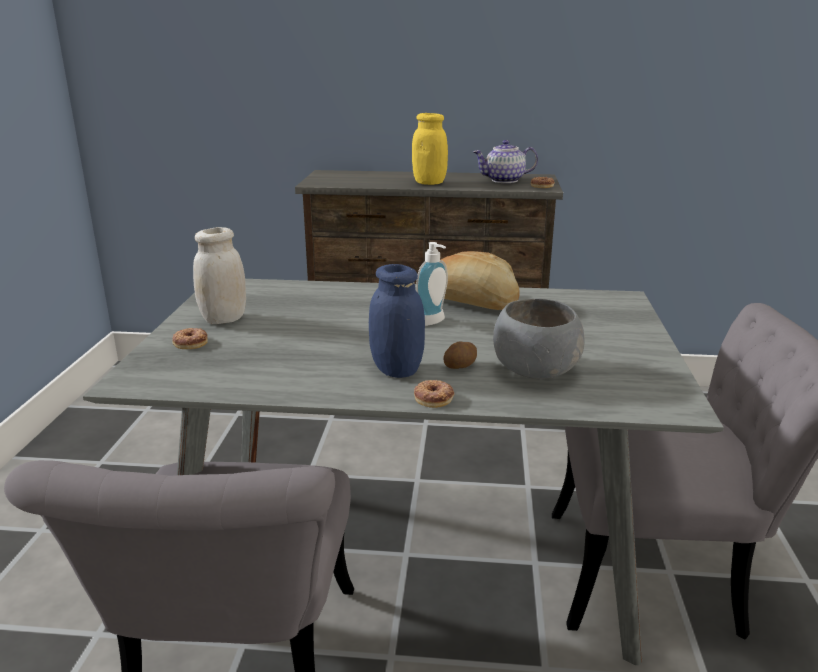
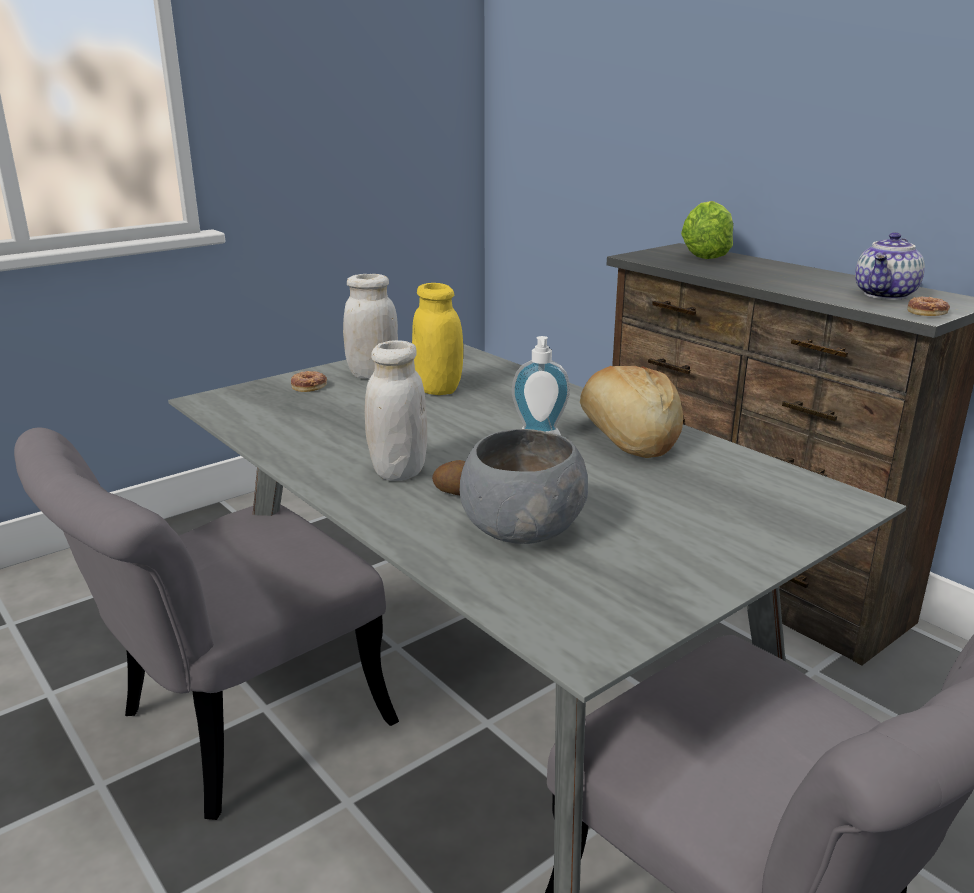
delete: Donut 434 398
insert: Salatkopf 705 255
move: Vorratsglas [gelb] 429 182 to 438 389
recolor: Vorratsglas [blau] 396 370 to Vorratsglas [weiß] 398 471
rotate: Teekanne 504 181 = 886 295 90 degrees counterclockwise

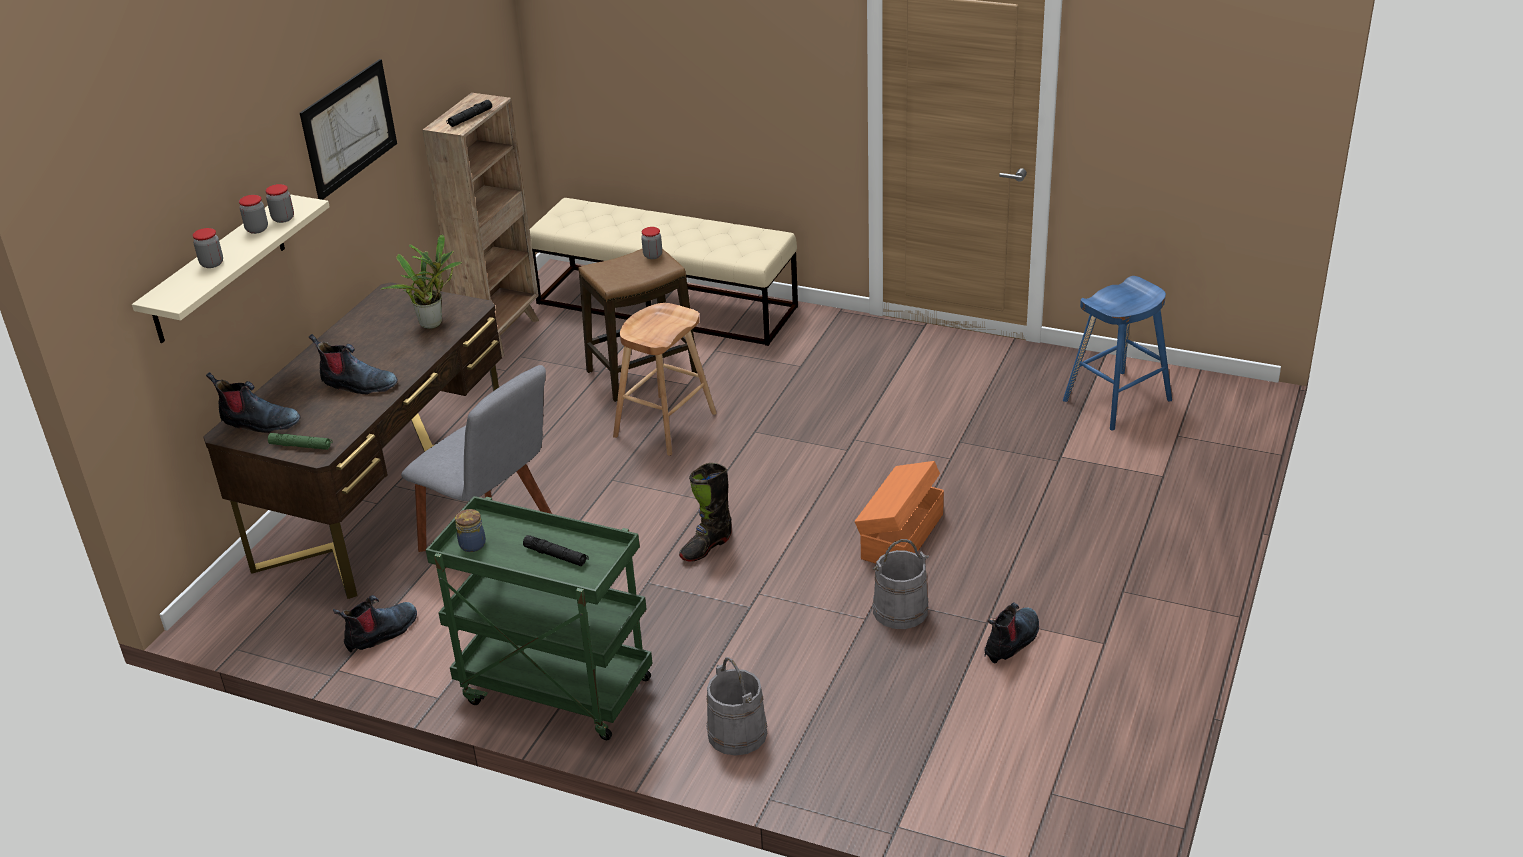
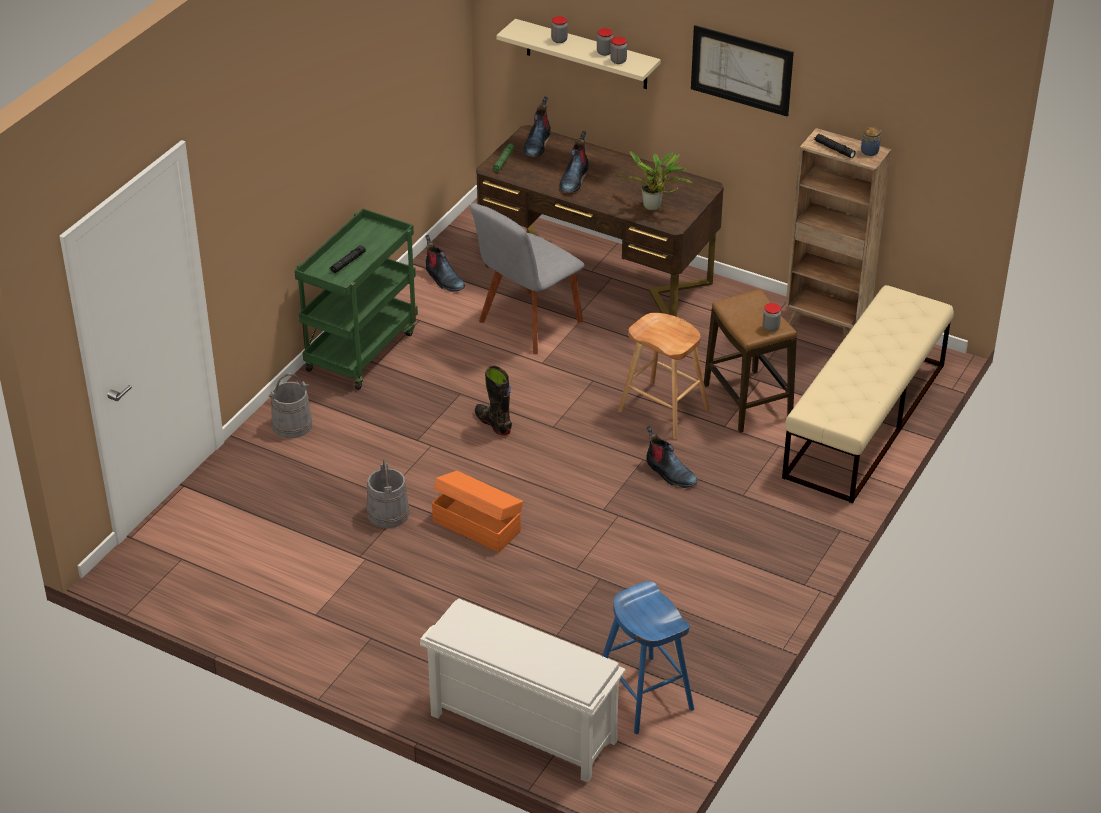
insert: Schuhregal [weiß] 521 728
move: Vorratsglas 472 544 to 870 151; Stiefel 1012 641 to 669 473

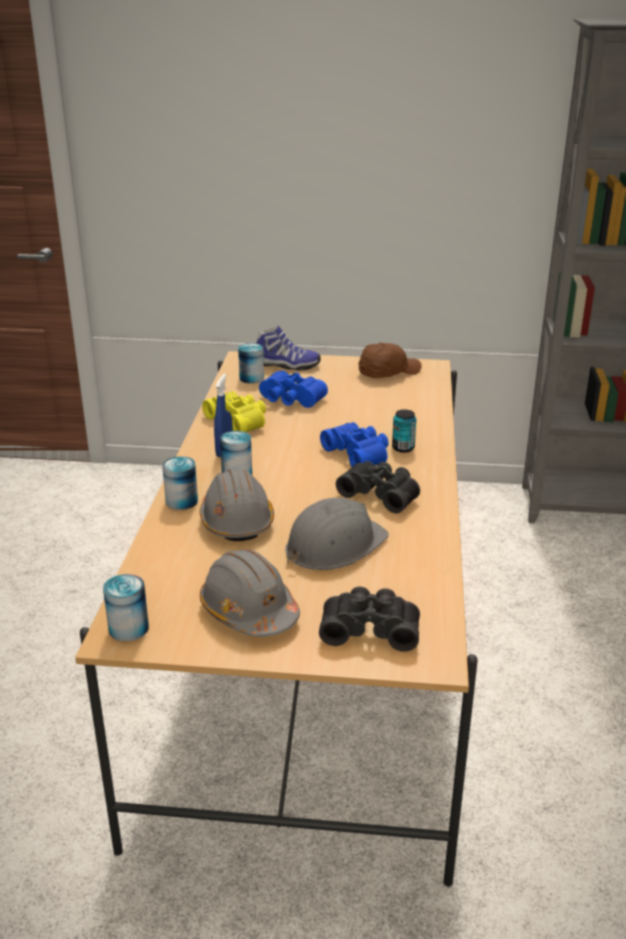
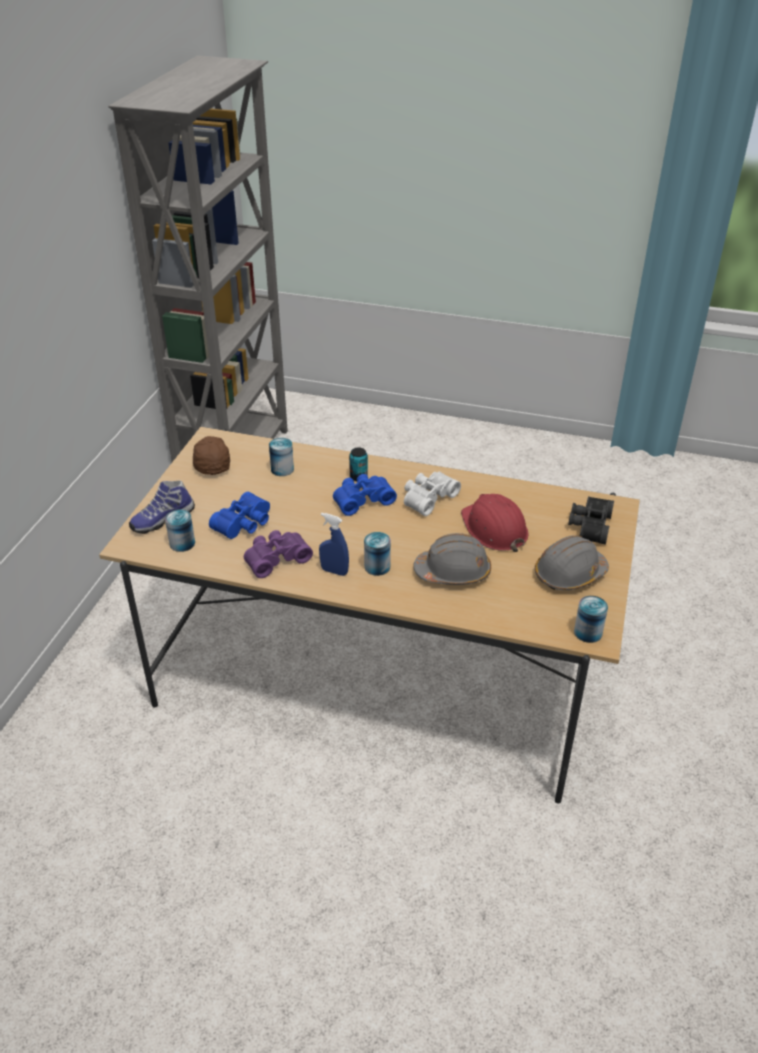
move: Dose 181 501 to 282 469
recolor: Fernglas [gelb] 239 420 to Fernglas [lila] 276 558; Schutzhelm [grau] 334 545 to Schutzhelm [rot] 494 528; Fernglas [schwarz] 381 494 to Fernglas [weiß] 427 498
rotate: Schuh 286 365 = 162 519 150 degrees counterclockwise

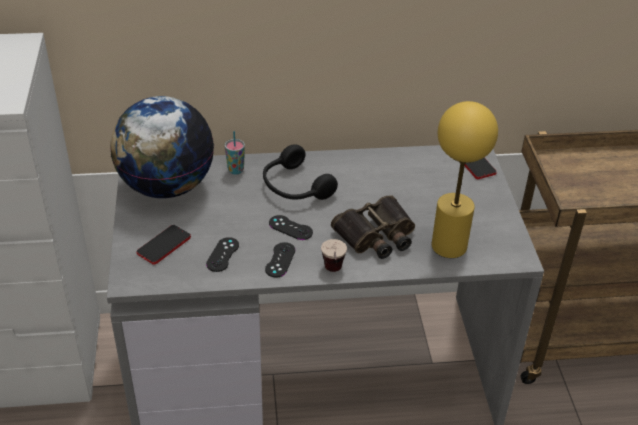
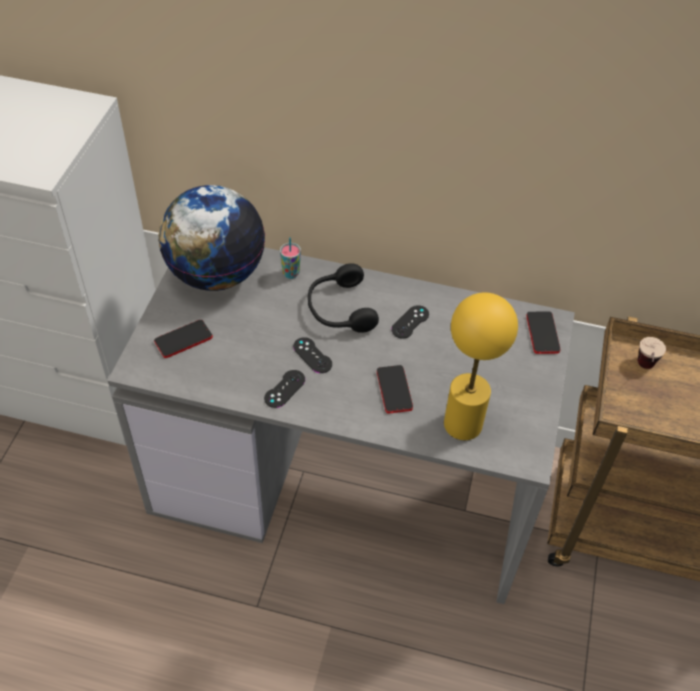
move: Gamepad [schwarz] 222 254 to 410 322; Tasse 333 273 to 644 370
replace: Fernglas 377 235 to Handy 394 390

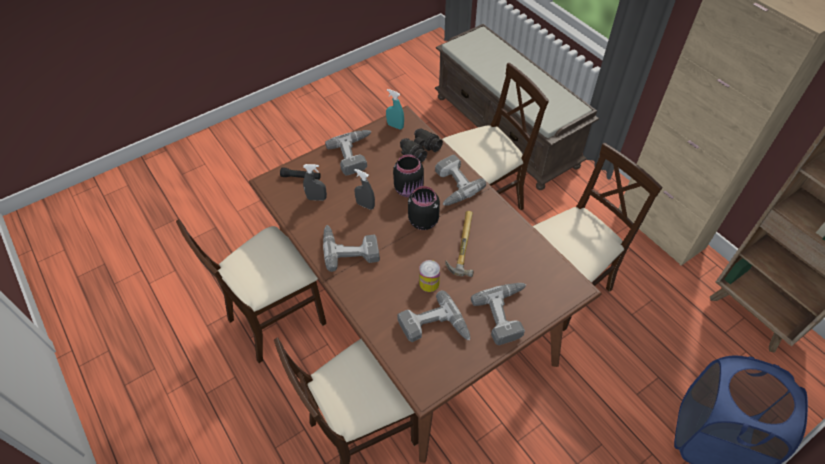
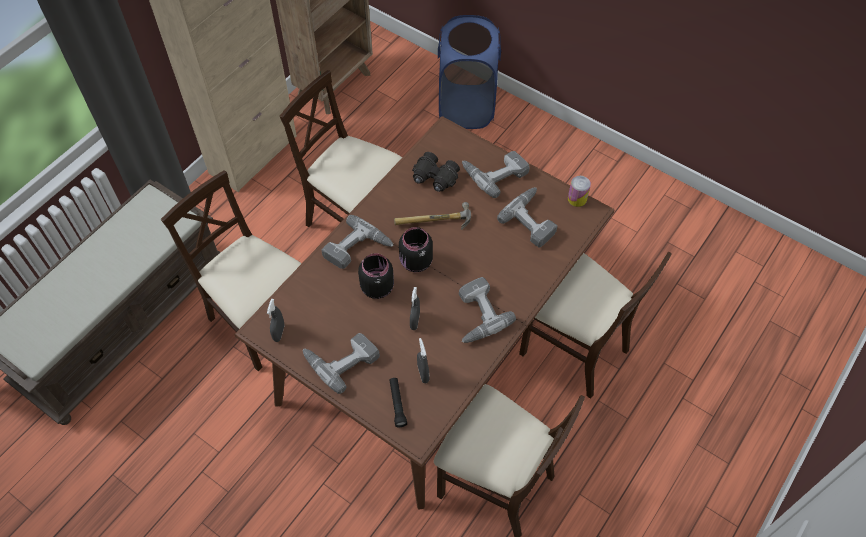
move: Fernglas [schwarz] 419 150 to 434 178; Dose 429 283 to 577 199
recolor: Sprühflasche [türkis] 395 126 to Sprühflasche [grau] 279 333

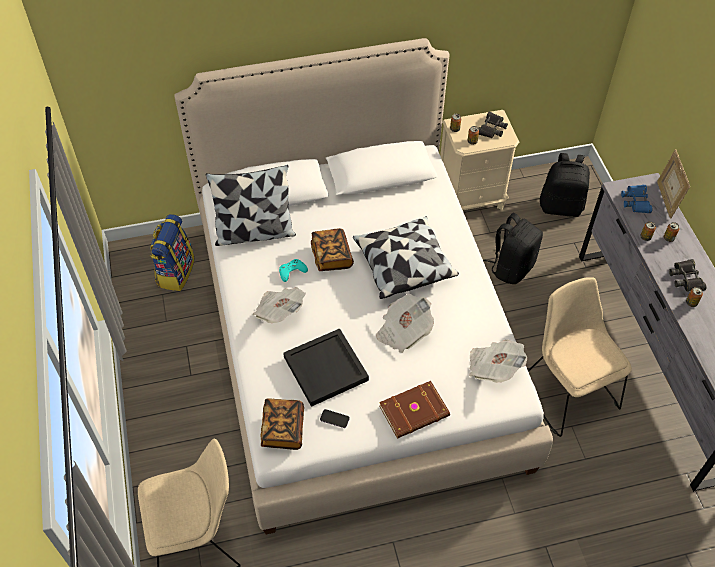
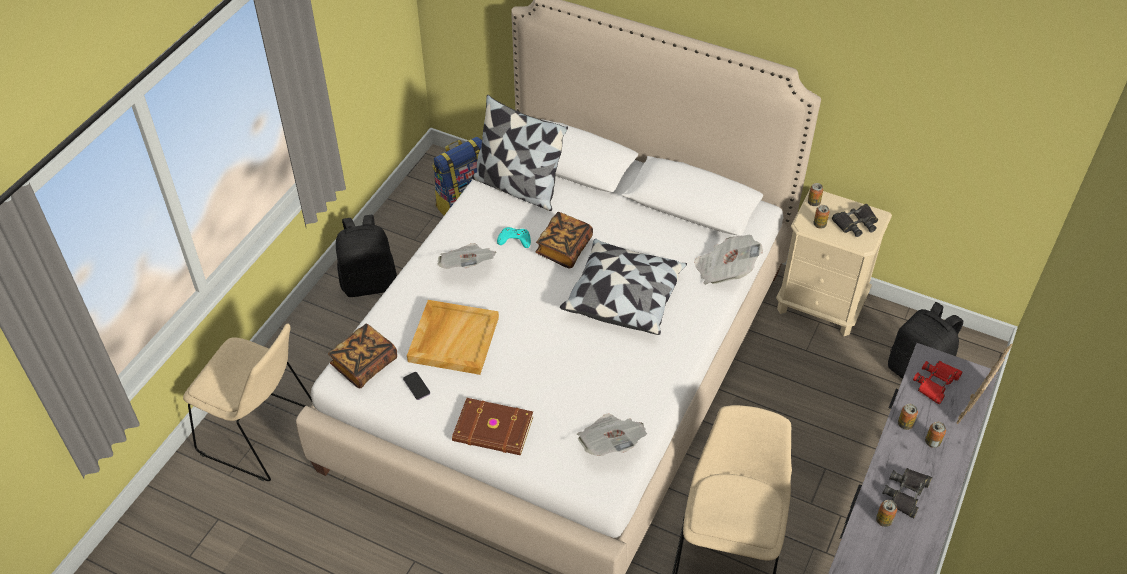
move: Zeitung 403 331 to 725 270; Rucksack [schwarz] 511 267 to 369 283
recolor: Tablett [schwarz] 325 368 to Tablett [beige] 453 339; Fernglas [blau] 636 201 to Fernglas [rot] 935 383

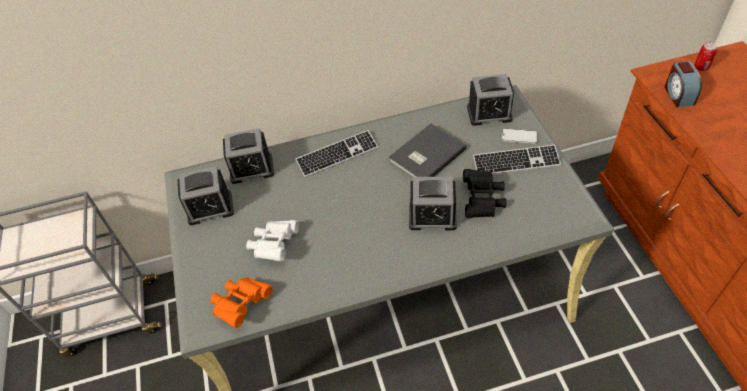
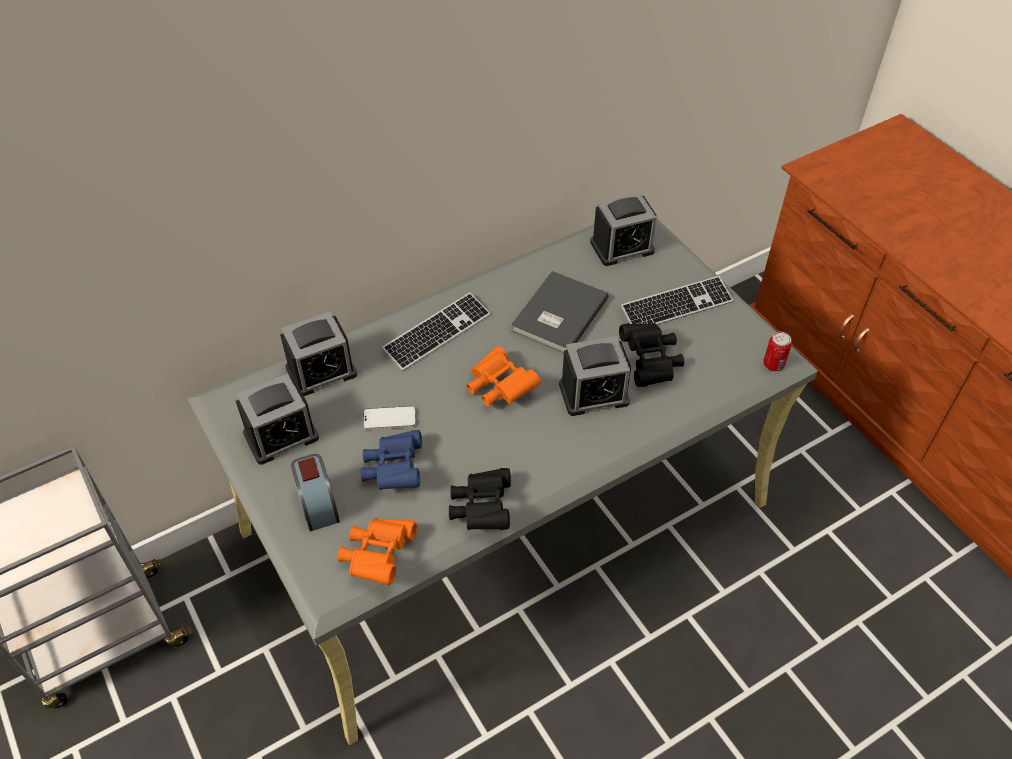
insert: Fernglas [schwarz] 482 508; Fernglas [orange] 499 387
move: Handy 519 137 to 389 419; Wecker 678 95 to 317 504; Dose 701 67 to 773 364
recolor: Fernglas [weiß] 274 245 to Fernglas [blau] 394 469

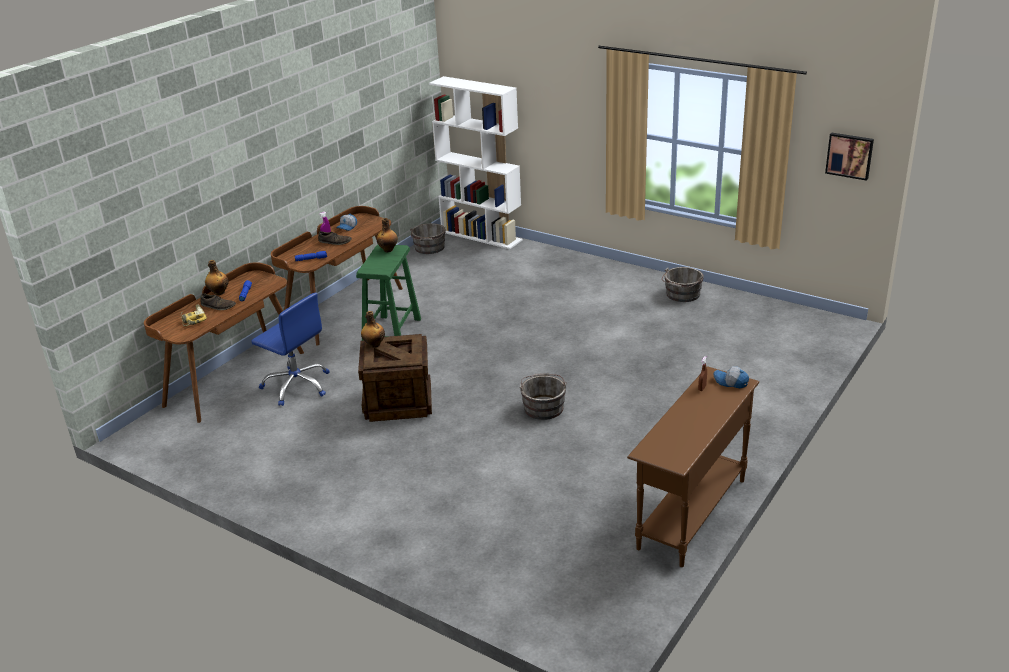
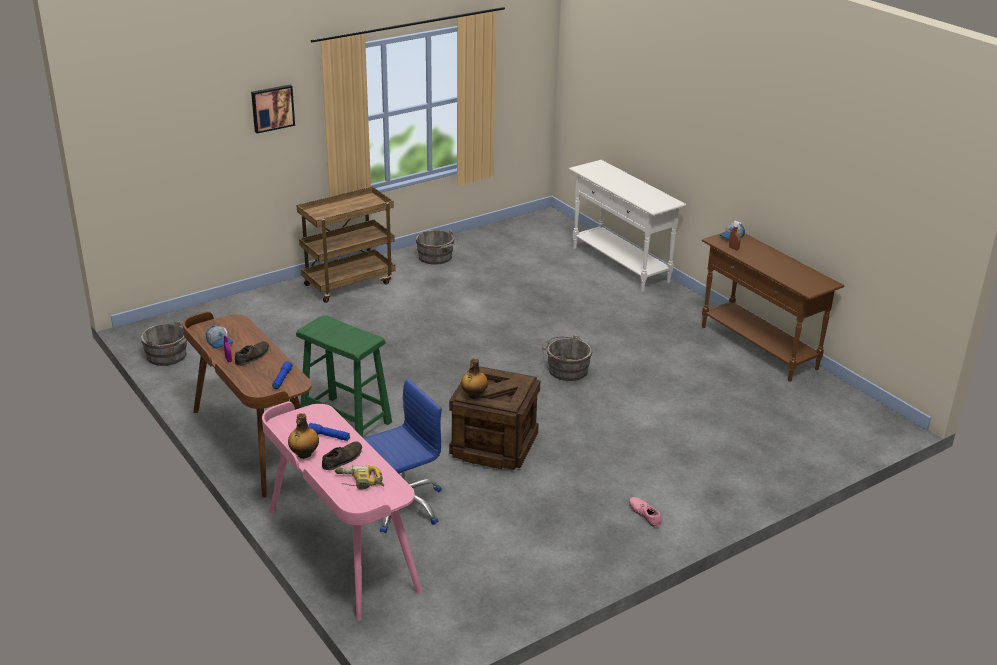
delete: Flasche 388 250; Bücherregal [weiß] 482 236
insert: Rollwagen [braun] 349 283; Konsolentisch [weiß] 620 265; Schuh [rosa] 645 514
move: Bild 849 155 to 272 108
recolor: Schreibtisch [braun] 234 378 to Schreibtisch [rosa] 340 550

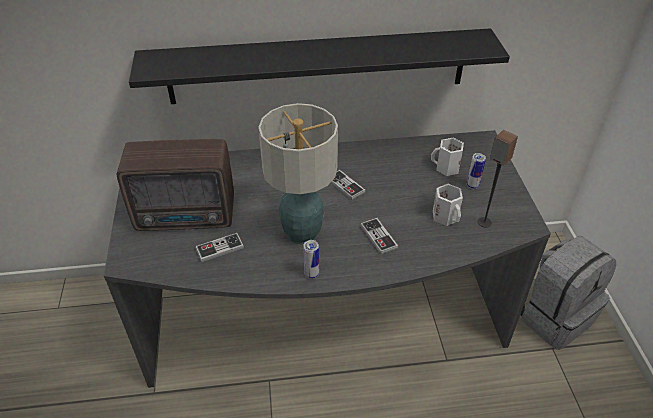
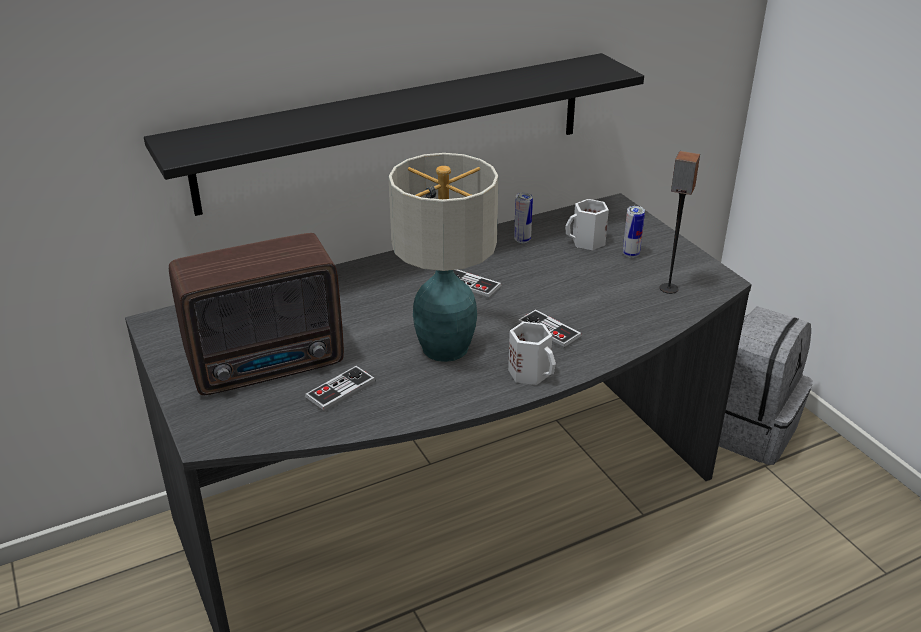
move: Dose 311 274 to 522 240; Henkelbecher [weiß] 446 216 to 531 372

